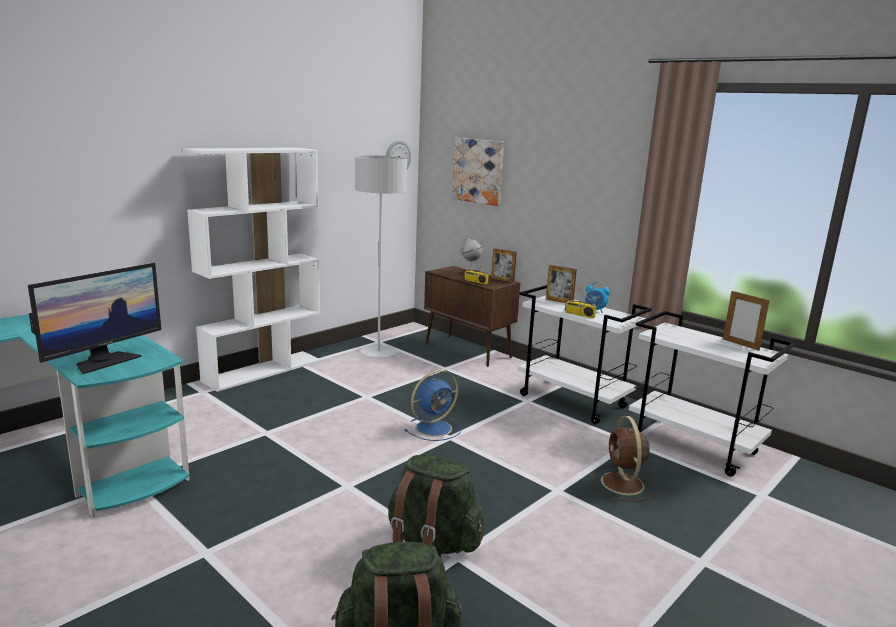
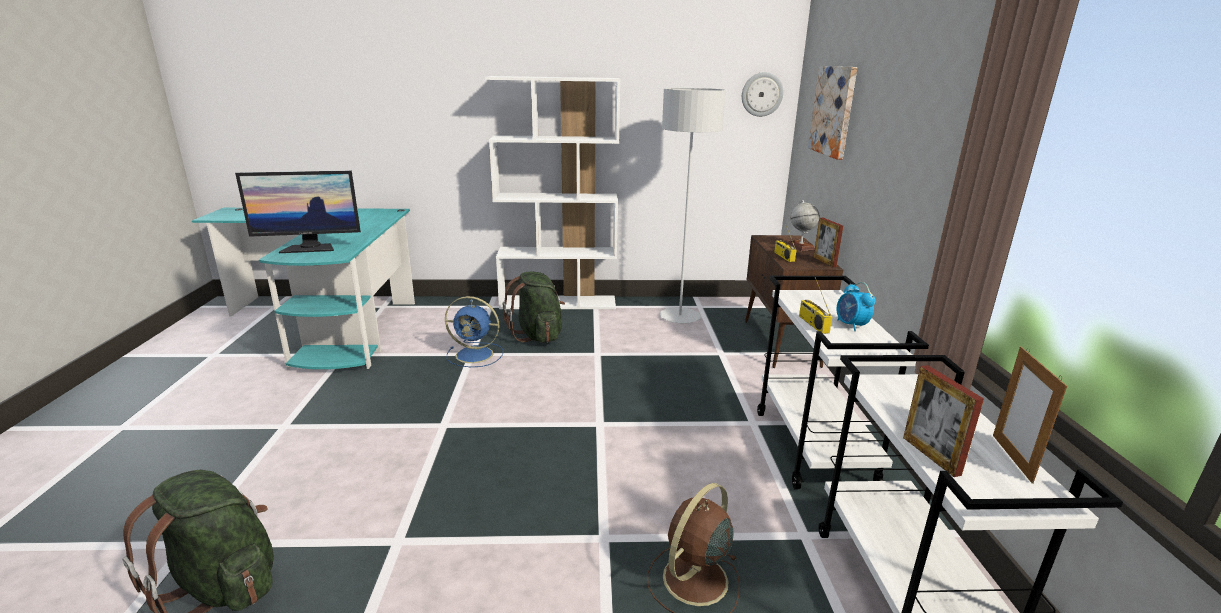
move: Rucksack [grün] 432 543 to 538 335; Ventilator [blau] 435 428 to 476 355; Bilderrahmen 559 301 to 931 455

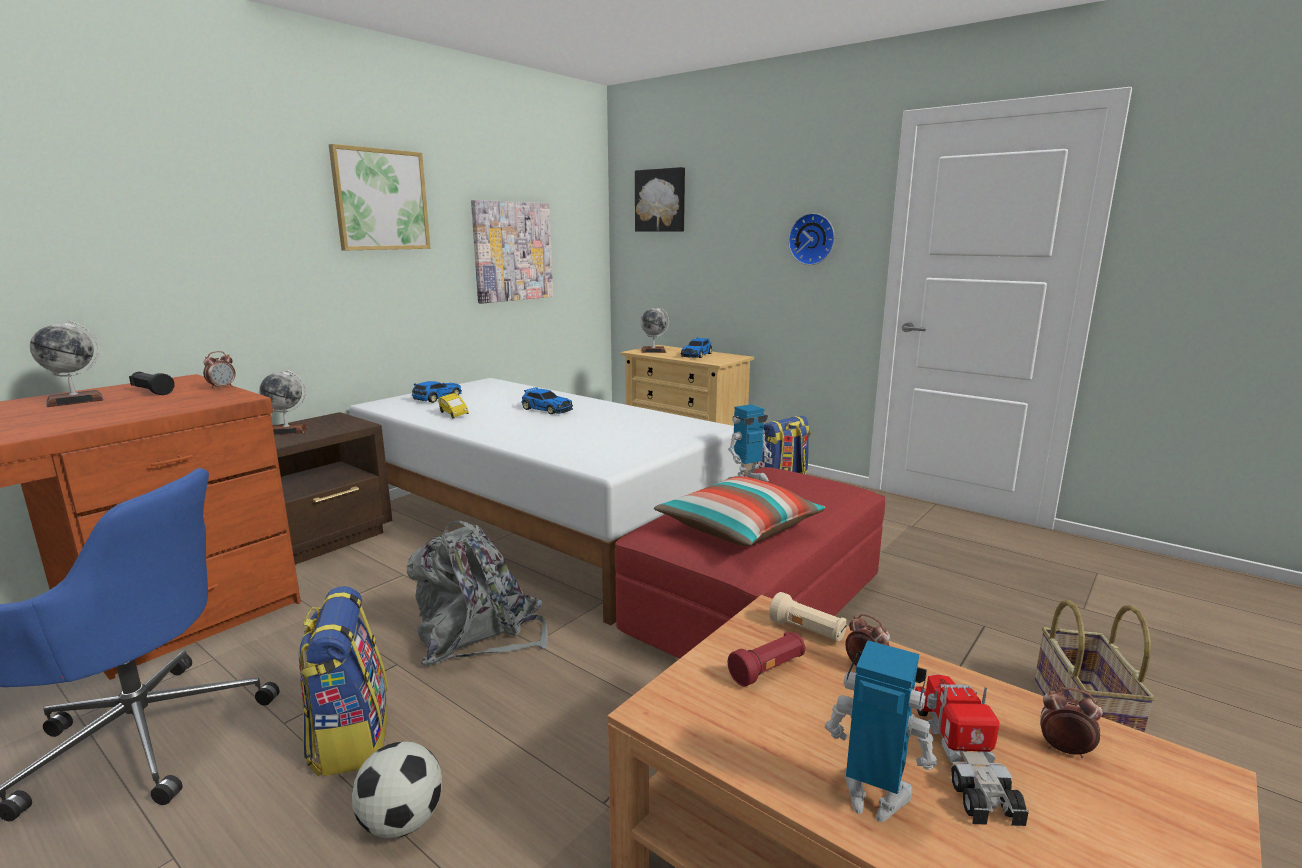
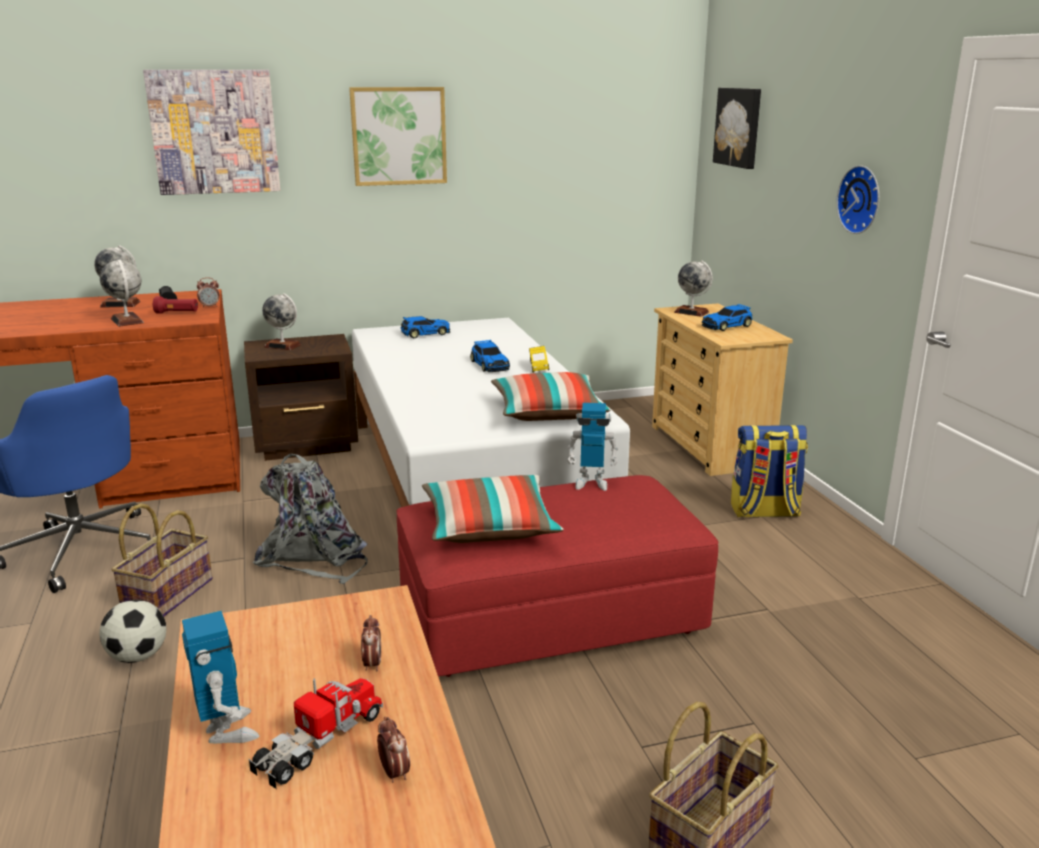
delete: Taschenlampe [beige] 807 631
insert: Globus 127 321; Kissen 548 413
move: Spielzeugauto [gelb] 453 414 to 538 367; Bild 512 251 to 214 132; Taschenlampe [rot] 768 670 to 177 313
replace: Rucksack 350 738 to Korb 167 595

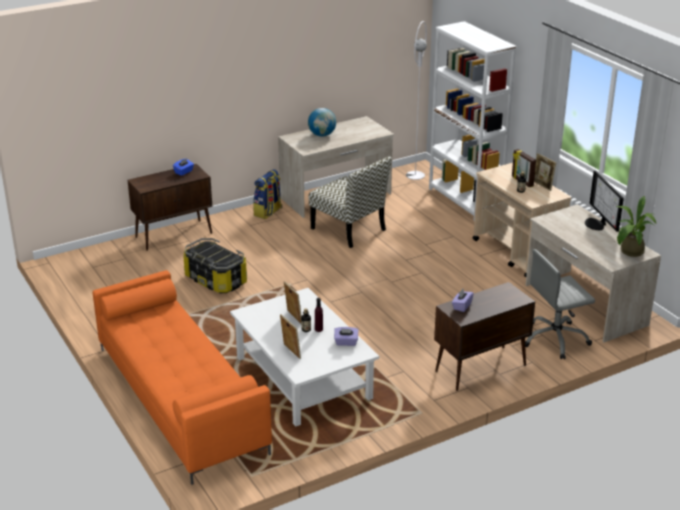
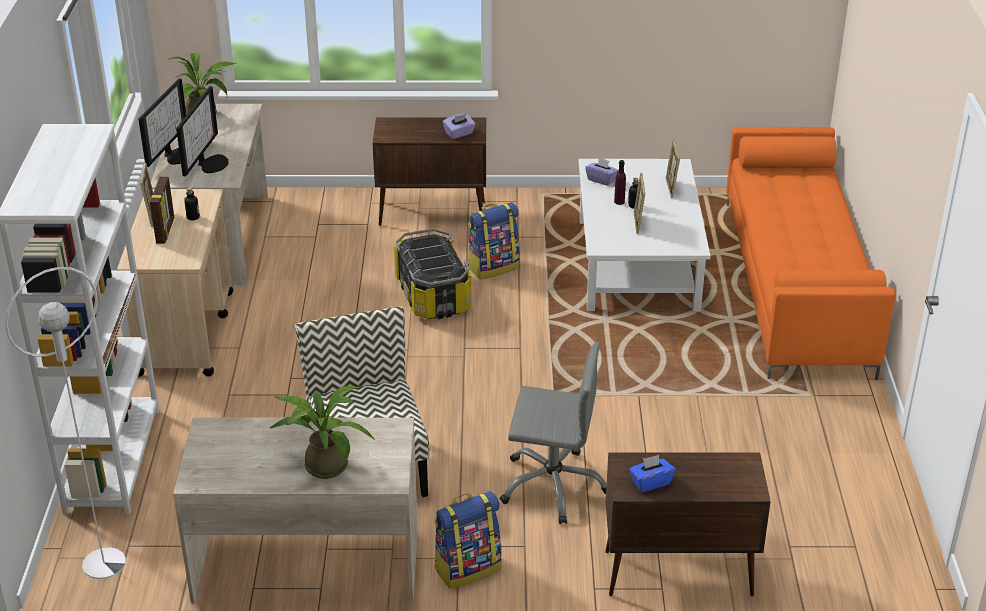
insert: Monitor 210 163; Rucksack 493 267
move: Aufbewahrungsbox 216 280 to 432 295; Bürostuhl [grau] 555 339 to 553 485
replace: Globus 322 135 to Topfpflanze 323 463

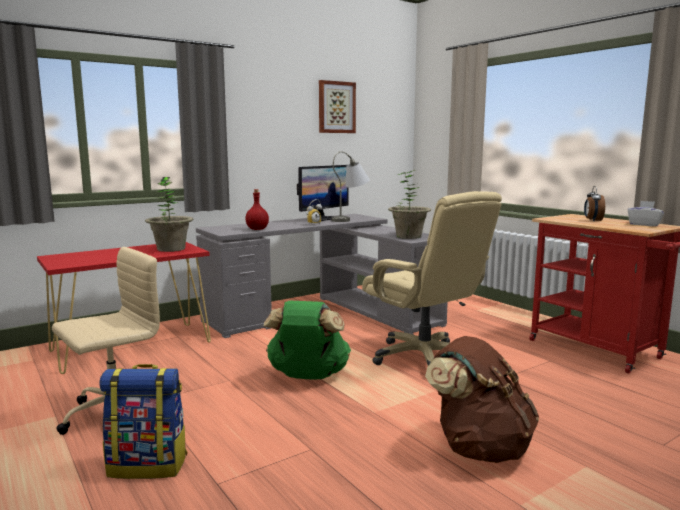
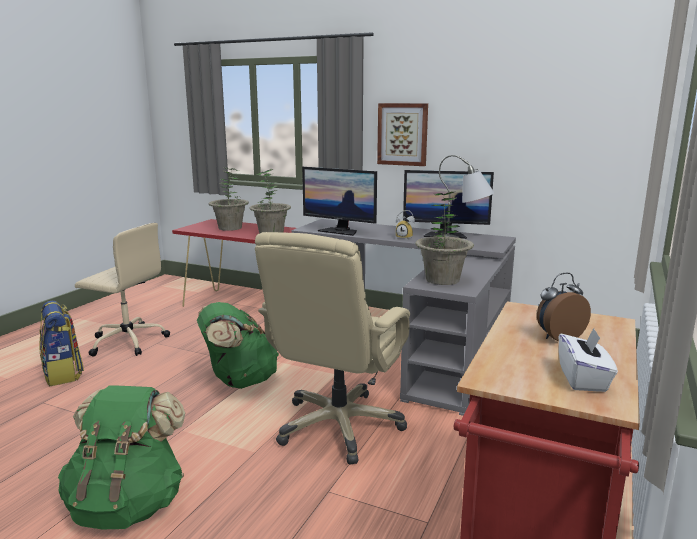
insert: Topfpflanze 230 228
move: Bild 336 107 to 402 134
replace: Flasche [rot] 257 229 to Monitor 340 231
recolor: Rucksack [braun] 479 448 to Rucksack [grün] 128 505

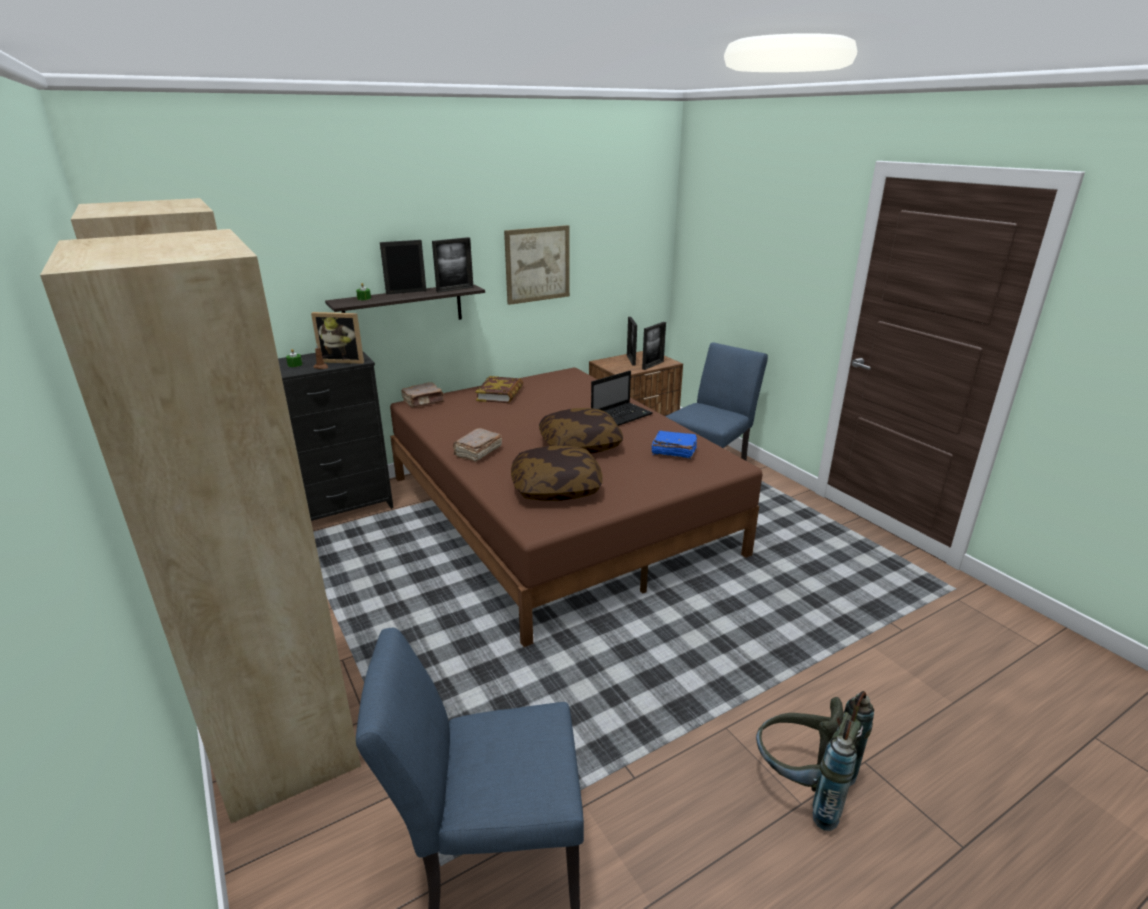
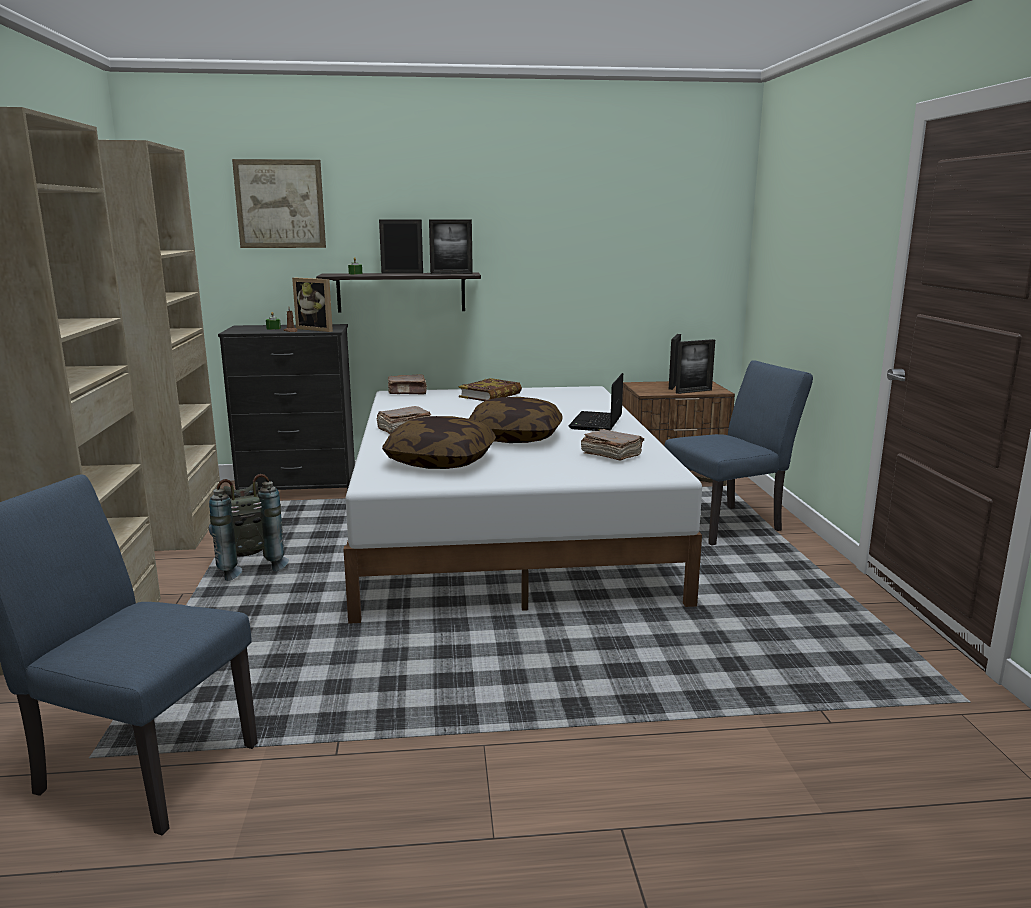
move: Bild 537 264 to 280 204; Rucksack [grau] 801 787 to 247 565
recolor: Bett [braun] 557 513 to Bett [weiß] 506 529; Buch [blau] 673 452 to Buch [braun] 611 455
rotate: Laptop 622 415 = 596 423 120 degrees clockwise

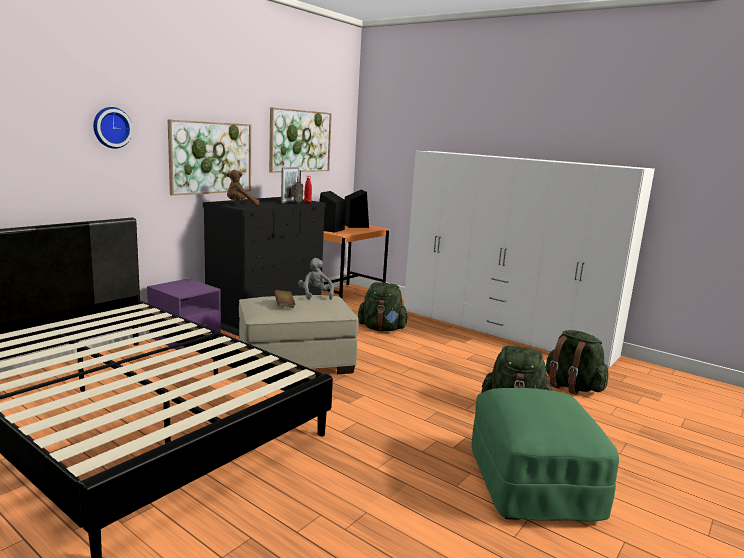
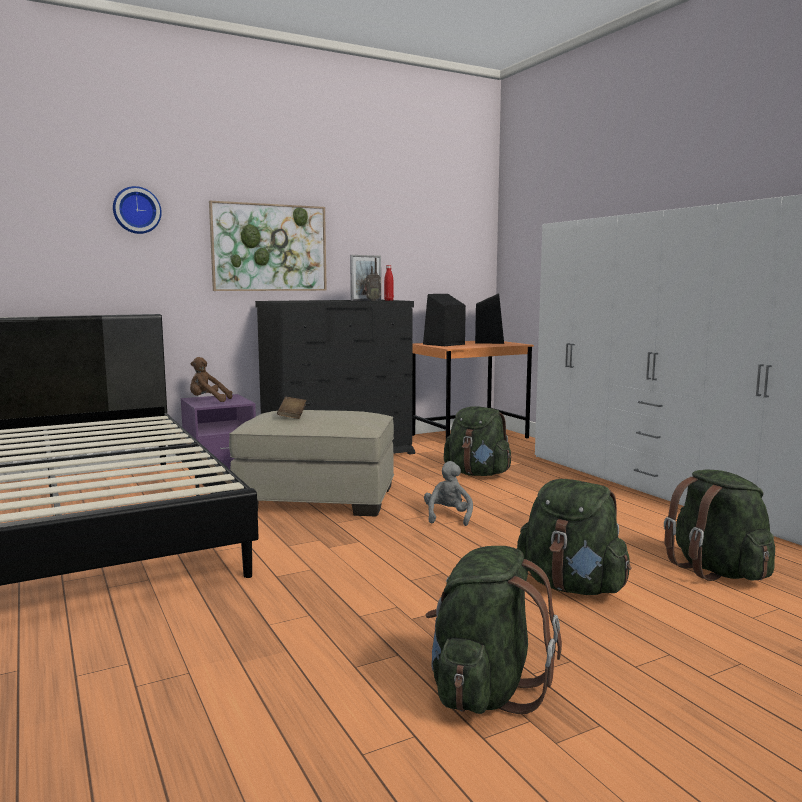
delete: Bild 300 141
move: Plüschtier [braun] 240 205 to 208 401; Plüschtier [grau] 315 295 to 448 517
replace: Polsterhocker [grün] 533 484 to Rucksack [grün] 485 690

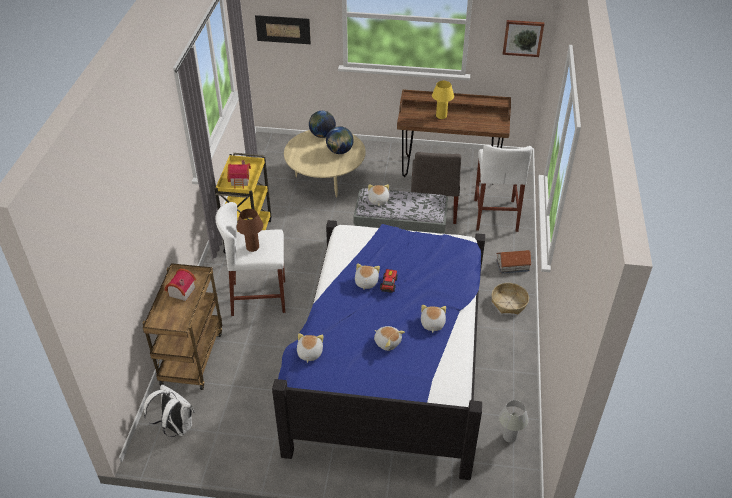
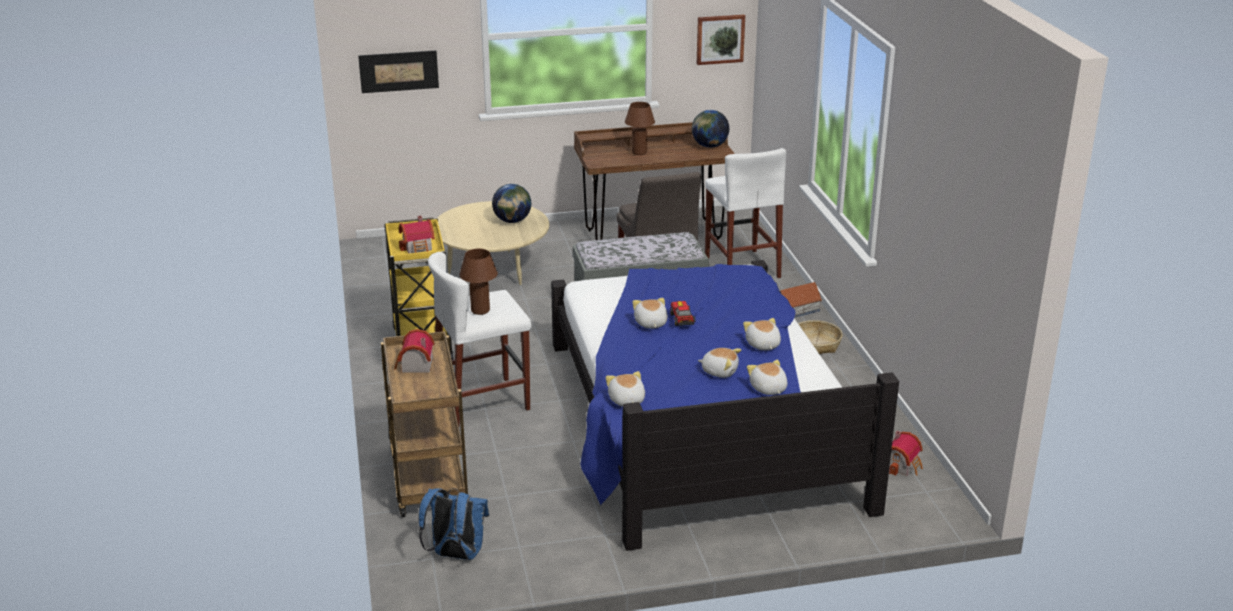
move: Globus 322 135 to 709 146; Plüschtier 378 200 to 768 389
replace: Tischlampe [weiß] 509 436 to Spielzeughaus 902 465
recolor: Rucksack [weiß] 175 427 to Rucksack [blau] 455 554; Tischlampe [gelb] 441 116 to Tischlampe [braun] 639 152

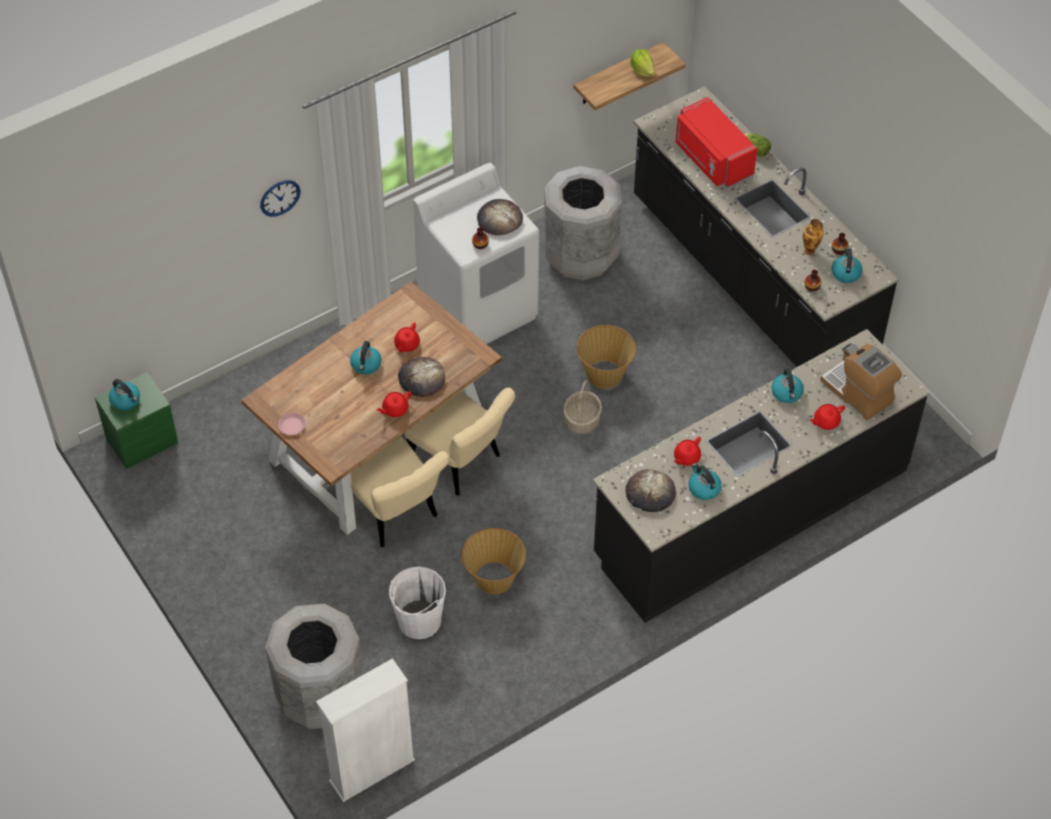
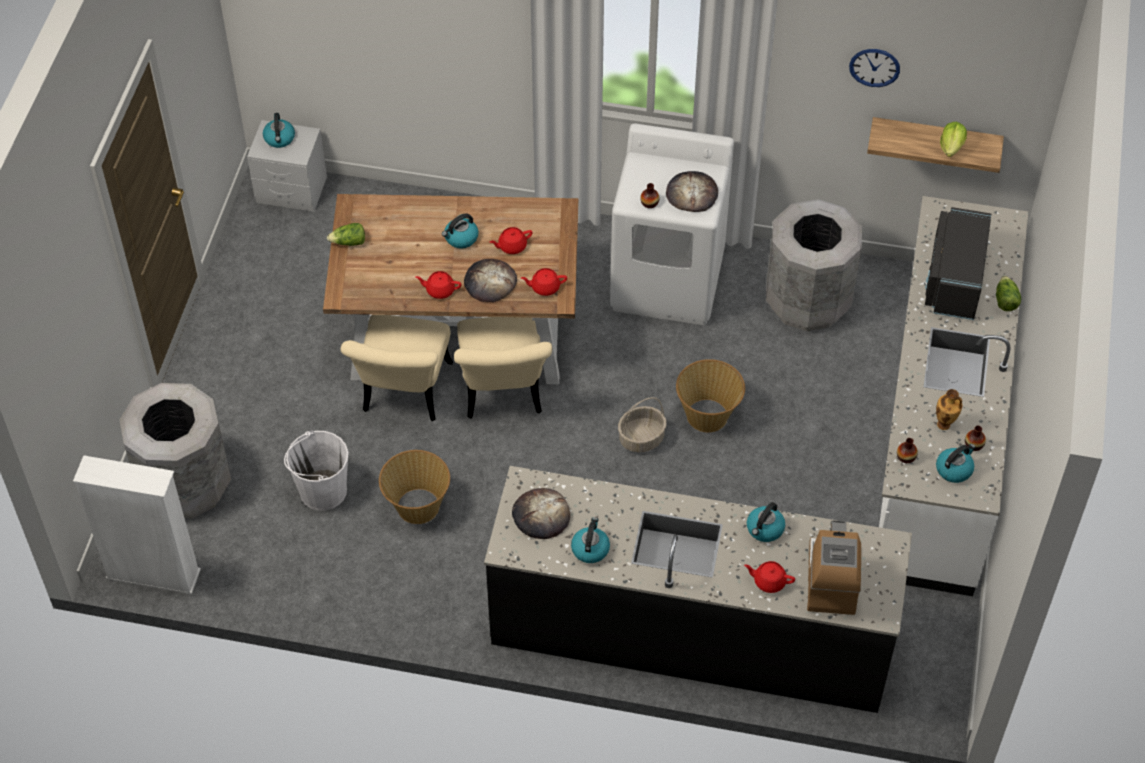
move: Wanduhr 280 197 to 874 67; Teekanne [rot] 686 457 to 544 287
replace: Teller [rosa] 292 425 to Salatkopf 349 242
recolor: Nachttisch [grün] 142 441 to Nachttisch [grau] 291 190; Küchenzeile [schwarz] 750 279 to Küchenzeile [weiß] 937 435; Mikrowelle [rot] 711 159 to Mikrowelle [schwarz] 953 279

